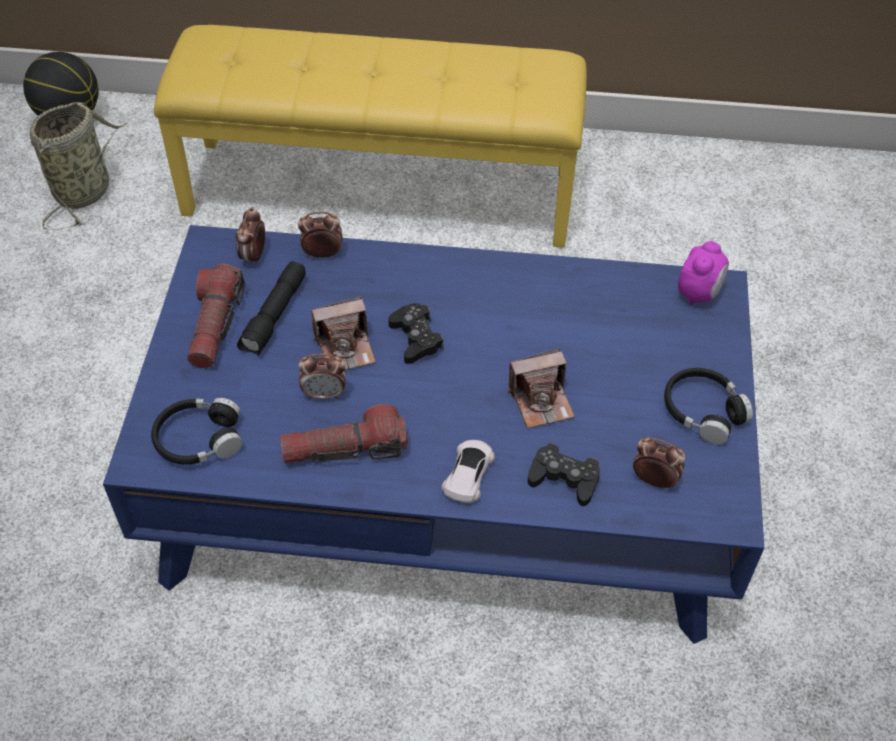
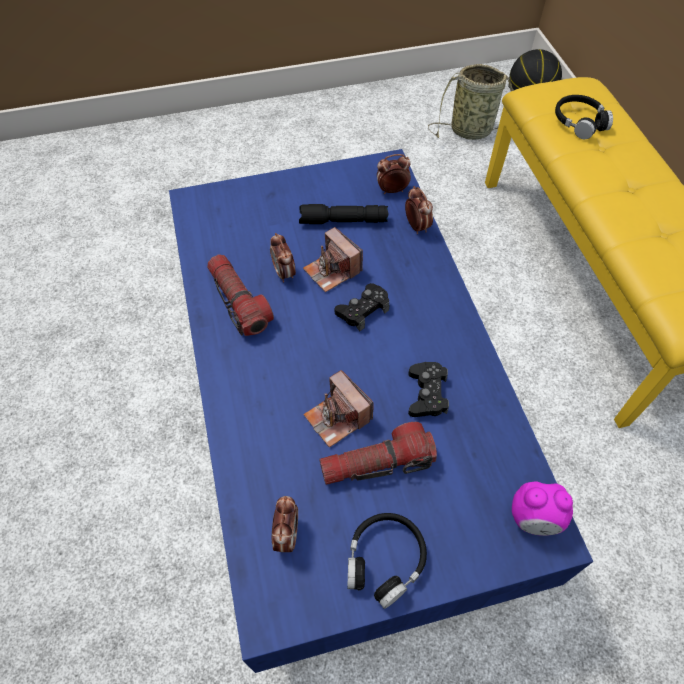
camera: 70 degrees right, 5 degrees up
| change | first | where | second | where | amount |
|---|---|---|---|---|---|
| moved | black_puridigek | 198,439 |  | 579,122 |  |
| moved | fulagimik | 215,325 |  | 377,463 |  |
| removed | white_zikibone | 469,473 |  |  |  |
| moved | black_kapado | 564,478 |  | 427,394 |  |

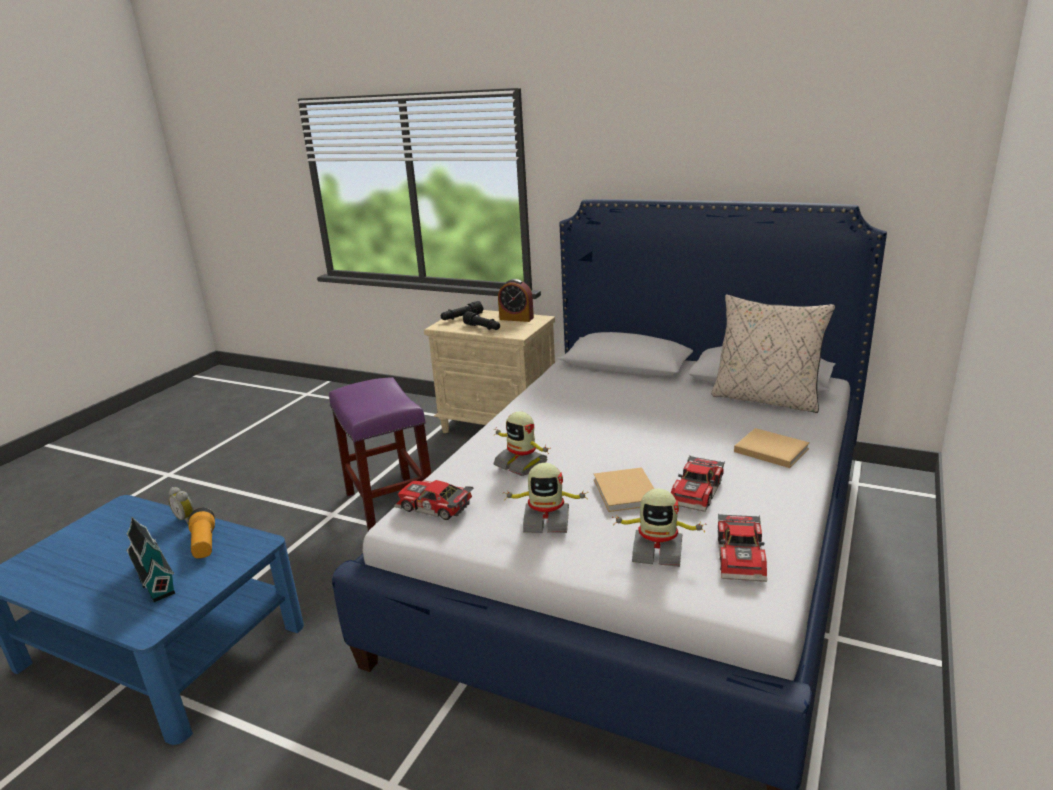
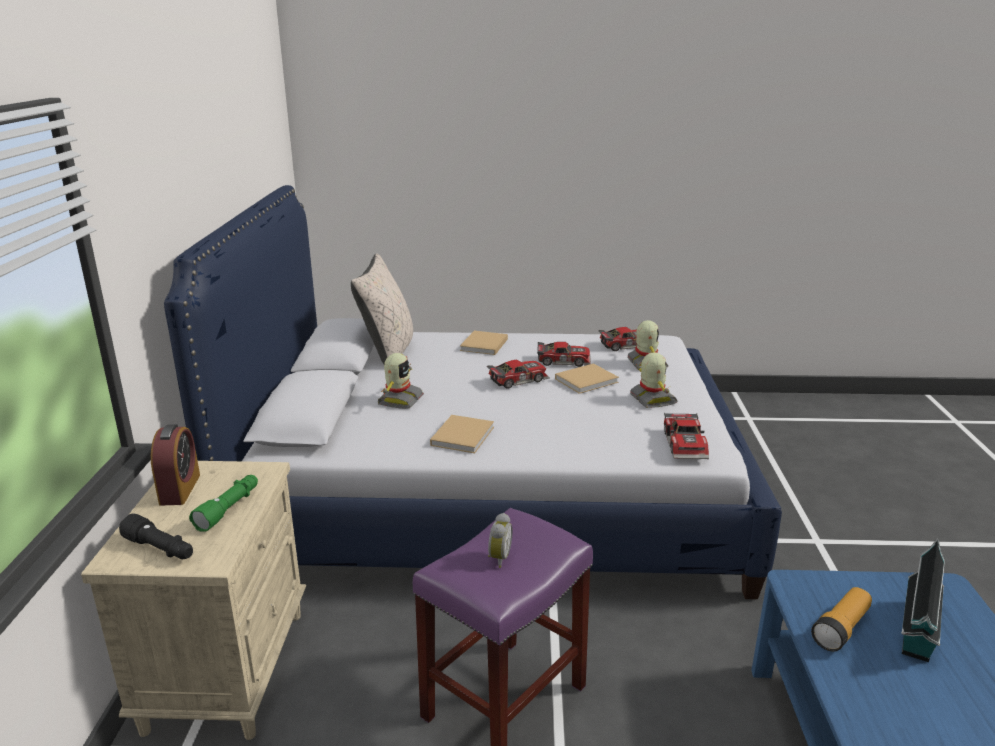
camera: 115 degrees left, 0 degrees up
| change | first | where | second | where | amount |
|---|---|---|---|---|---|
| moved | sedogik | 187,519 |  | 498,558 |  |
| recoloured | black_fulagimik | 483,328 | green_fulagimik | 229,509 |  |
| moved | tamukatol | 521,463 |  | 399,400 |  |
| added |  |  | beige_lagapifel | 463,435 |  |
| added |  |  | zikibone | 517,379 |  |

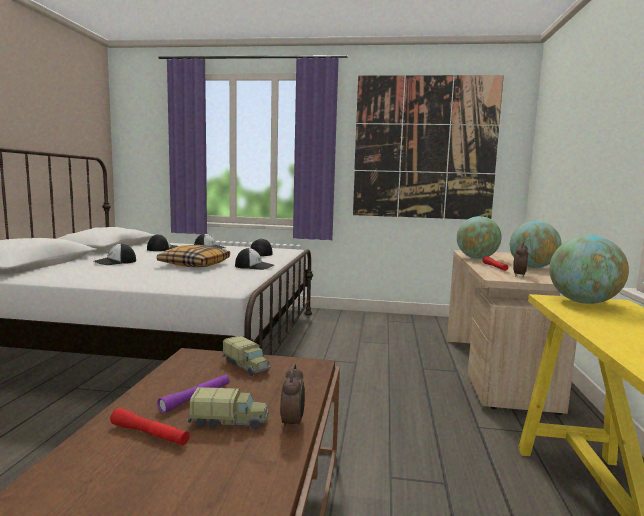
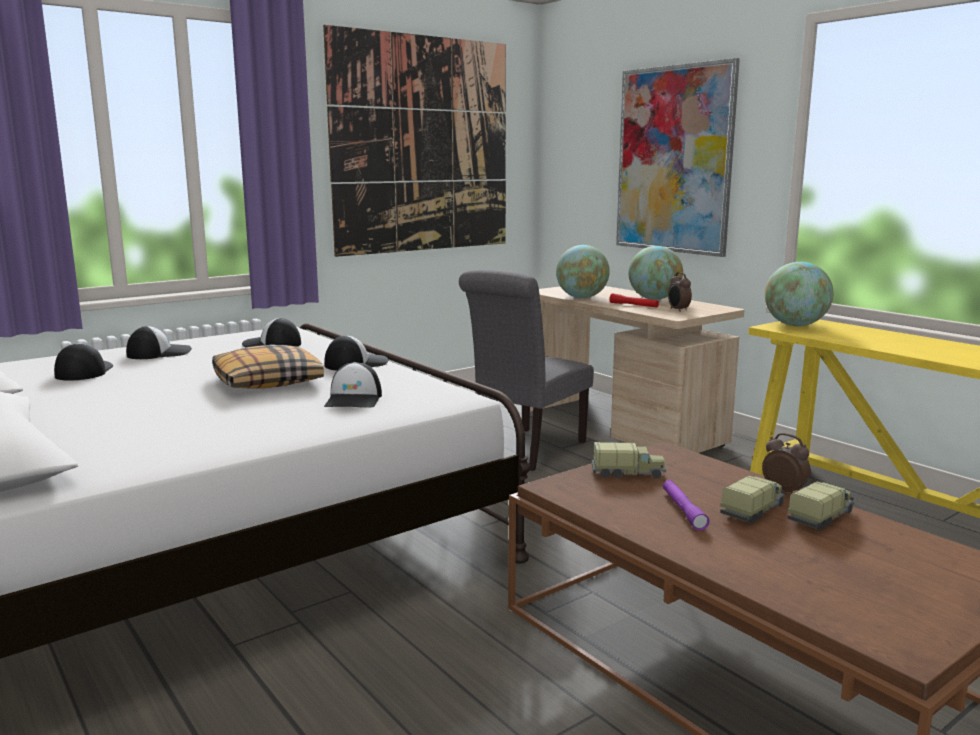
camera: 45 degrees left, 5 degrees up
| change | first | where | second | where | amount |
|---|---|---|---|---|---|
| moved | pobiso | 115,262 |  | 354,400 |  |
| removed | red_fulagimik | 149,434 |  |  |  |
| added |  |  | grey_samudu | 525,451 |  |
| added |  |  | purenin | 674,160 |  |
| added |  |  | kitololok | 822,517 |  |

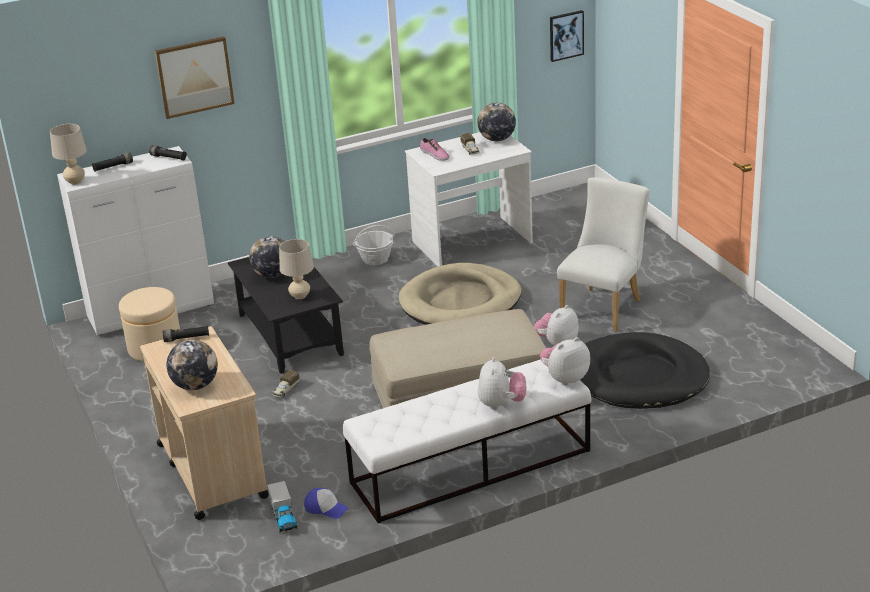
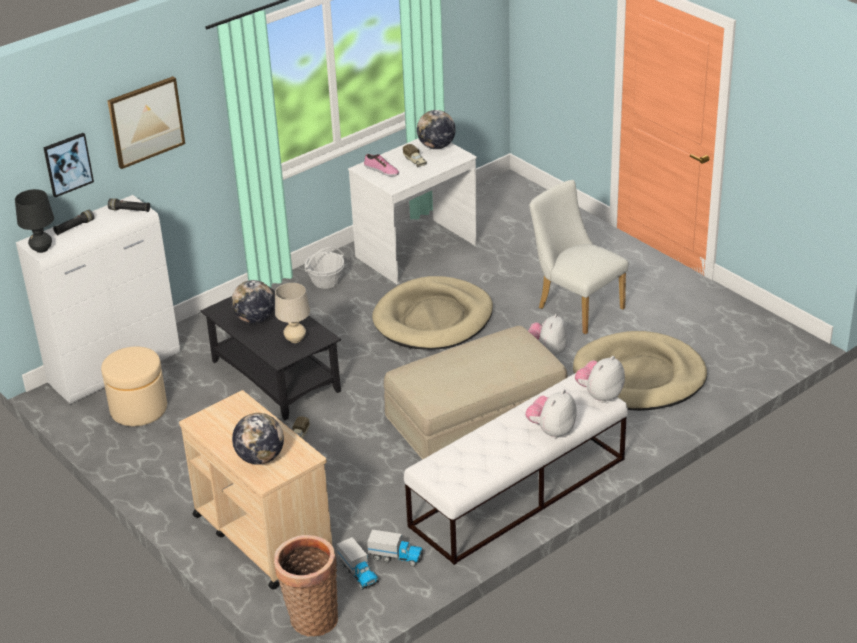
camera: 15 degrees left, 5 degrees up
| change | first | where | second | where | amount |
|---|---|---|---|---|---|
| recoloured | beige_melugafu | 75,182 | black_melugafu | 42,249 |  |
| removed | black_fulagimik | 186,338 |  |  |  |
| replaced | pobiso | 326,508 | kitololok | 396,557 |  |
| turned | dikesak | 501,404 |  | 551,430 | 135 degrees counterclockwise |
| moved | purenin | 566,35 |  | 68,164 |  |
| turned | white_samudu | 604,306 |  | 575,306 | 60 degrees counterclockwise |
| recoloured | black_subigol | 639,377 | beige_subigol | 639,377 |  |
| added |  |  | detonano | 311,618 |  |

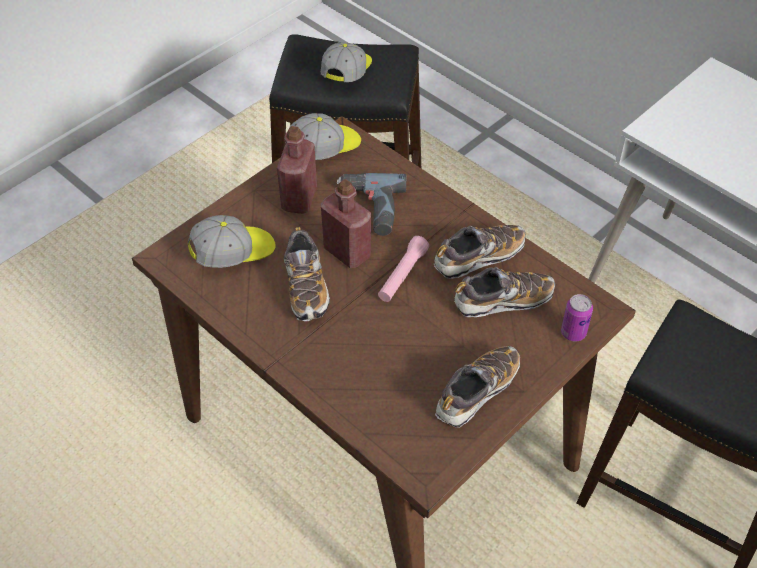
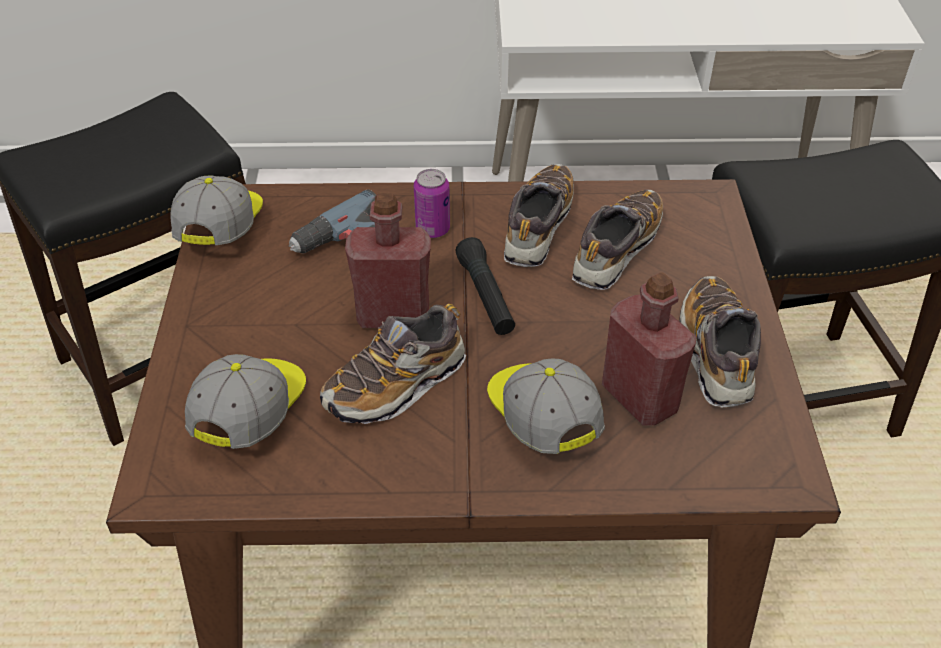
camera: 45 degrees left, 5 degrees down
| change | first | where | second | where | amount |
|---|---|---|---|---|---|
| moved | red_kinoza | 299,199 |  | 639,397 |  |
| turned | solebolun | 306,288 |  | 396,385 | 105 degrees clockwise |
| moved | pobiso | 347,73 |  | 541,418 |  |
| recoloured | pink_fulagimik | 402,275 | black_fulagimik | 486,296 |  |
| moved | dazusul | 573,332 |  | 432,229 |  |

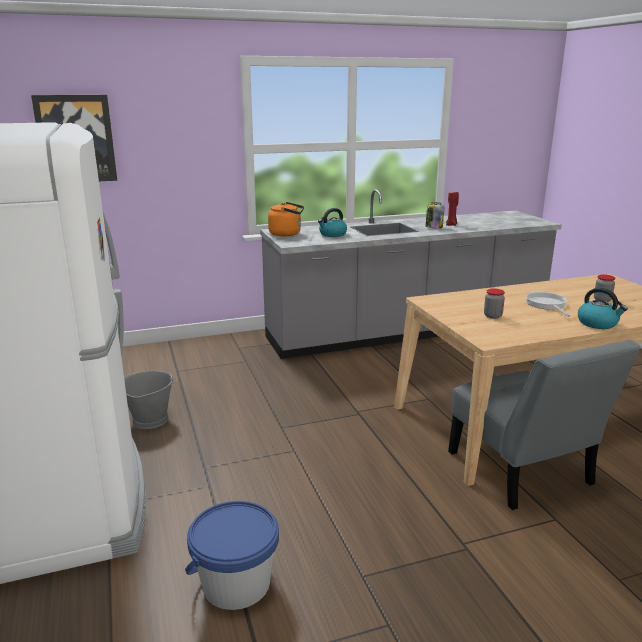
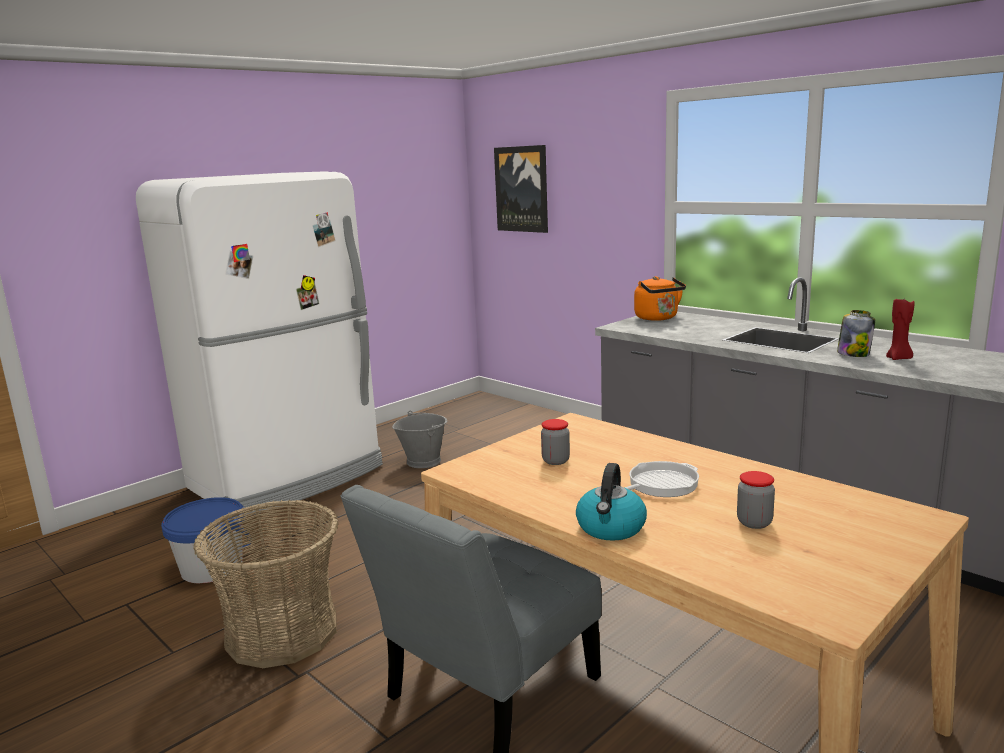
camera: 65 degrees right, 5 degrees down
| change | first | where | second | where | amount |
|---|---|---|---|---|---|
| removed | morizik | 332,234 |  |  |  |
| added |  |  | detonano | 282,632 |  |

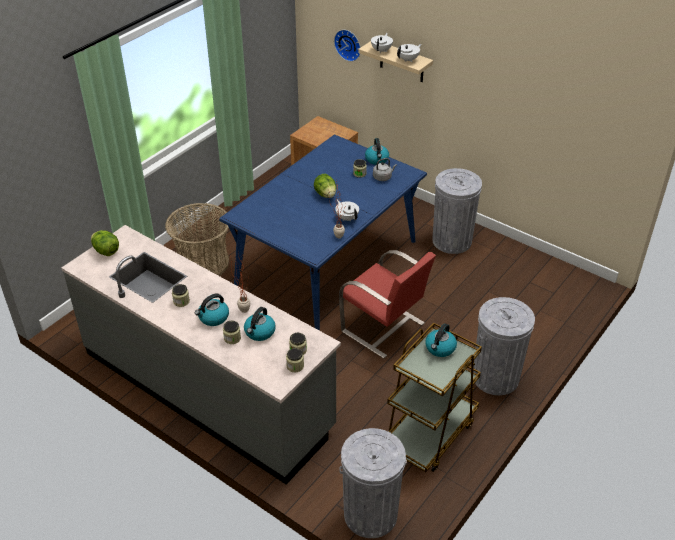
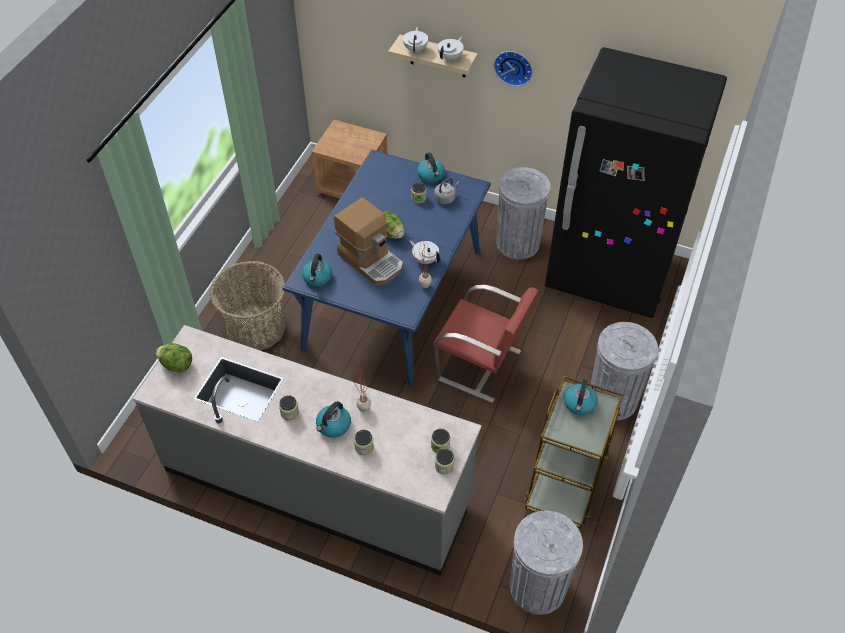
camera: 15 degrees left, 10 degrees up
| change | first | where | second | where | amount |
|---|---|---|---|---|---|
| moved | morizik | 259,332 |  | 317,278 |  |
| moved | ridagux | 348,44 |  | 514,66 |  |
| added |  |  | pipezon | 371,260 |  |
| added |  |  | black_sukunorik | 609,274 |  |

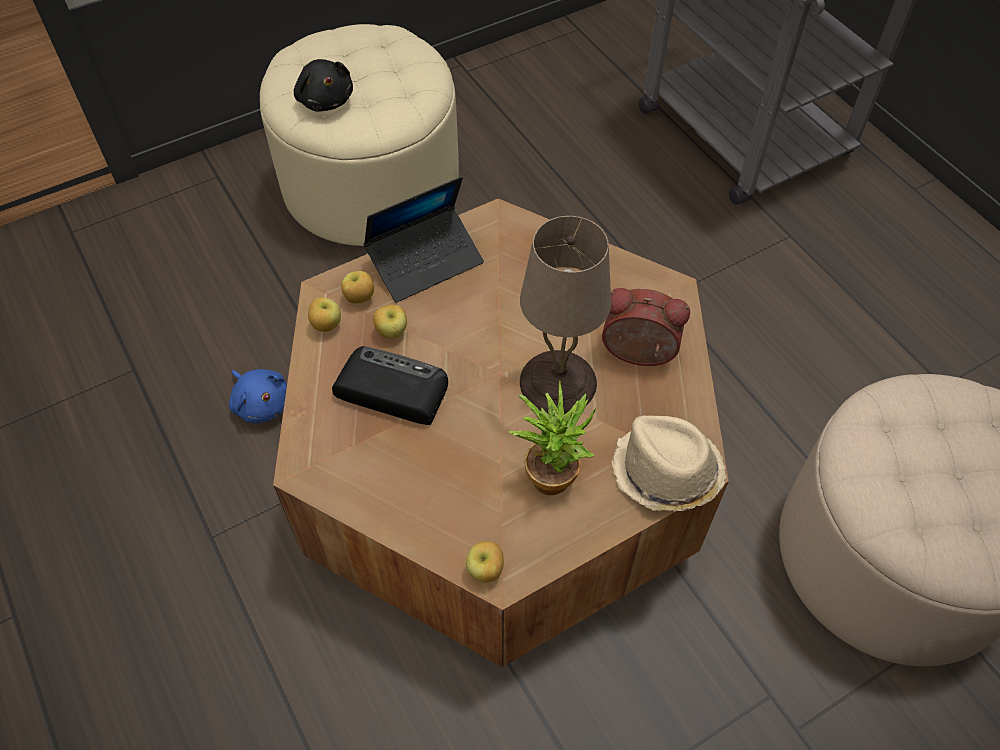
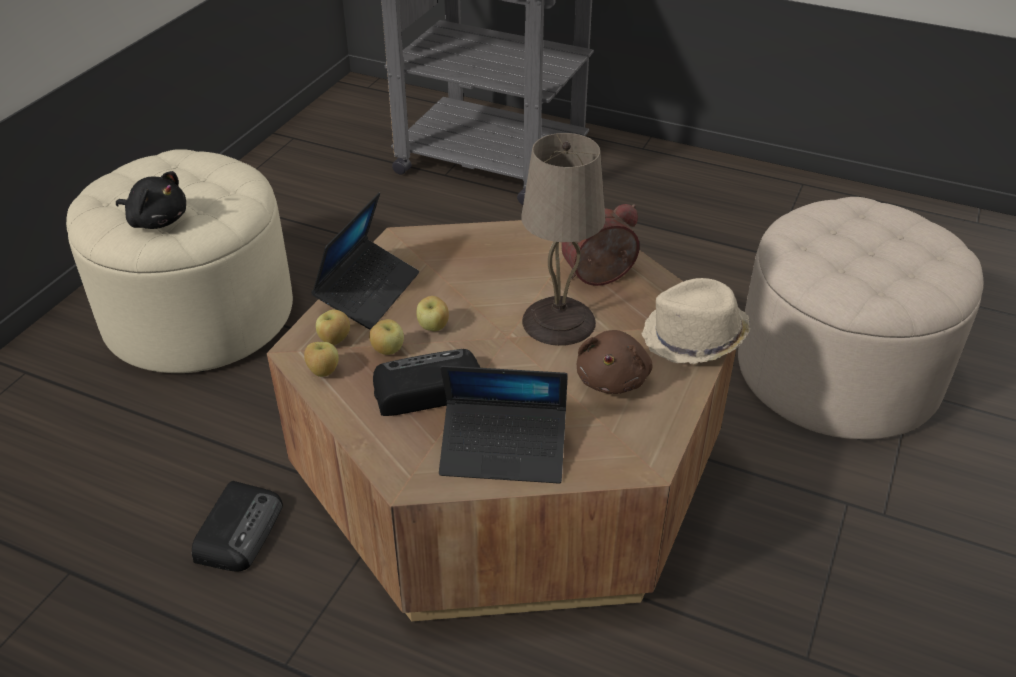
camera: 35 degrees left, 15 degrees down
| change | first | where | second | where | amount |
|---|---|---|---|---|---|
| replaced | blue_dikesak | 261,403 | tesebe | 239,530 |  |
| moved | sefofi | 486,571 |  | 433,327 |  |
| replaced | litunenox | 551,471 | brown_dikesak | 613,378 |  |
| added |  |  | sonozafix | 503,451 |  |

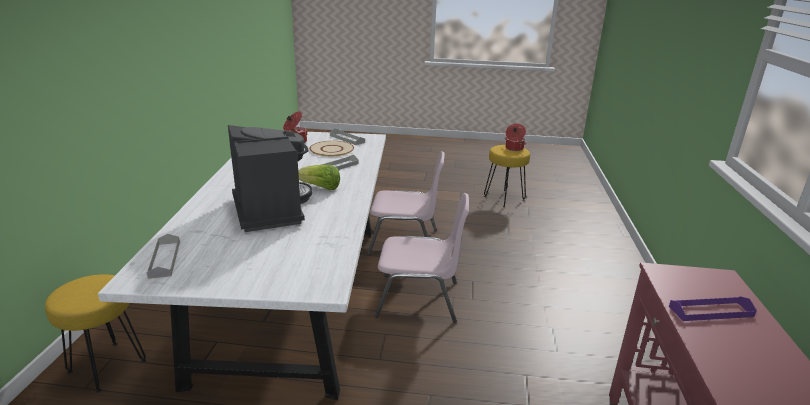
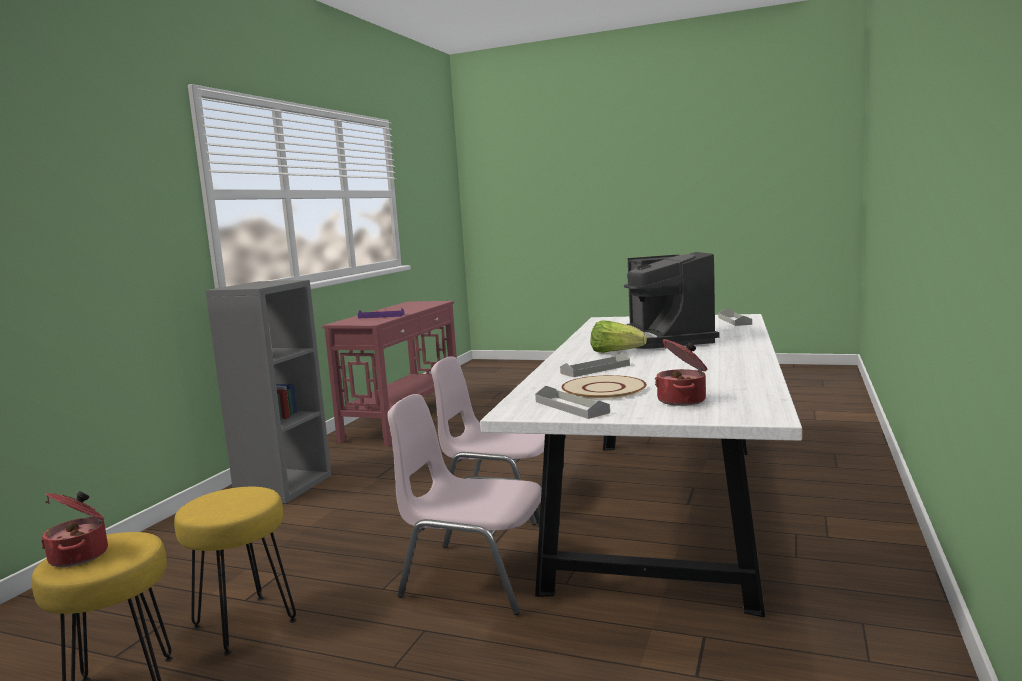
camera: 165 degrees left, 15 degrees down
| change | first | where | second | where | amount |
|---|---|---|---|---|---|
| moved | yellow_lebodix | 108,366 |  | 243,624 |  |
| added |  |  | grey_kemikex | 283,486 |  |

